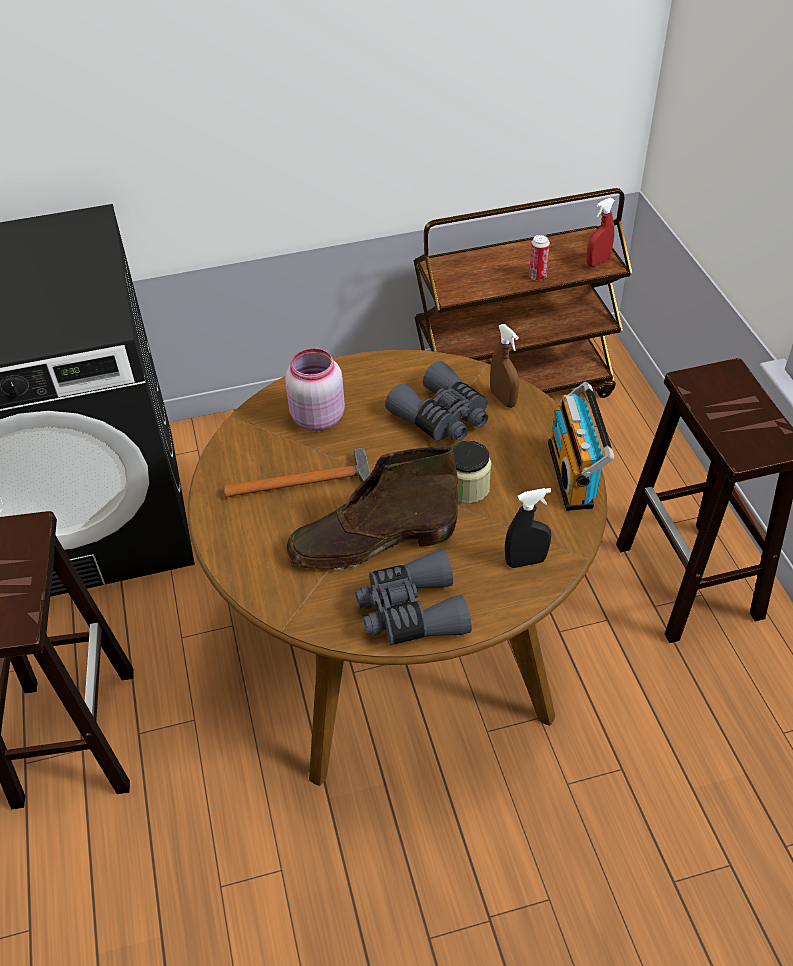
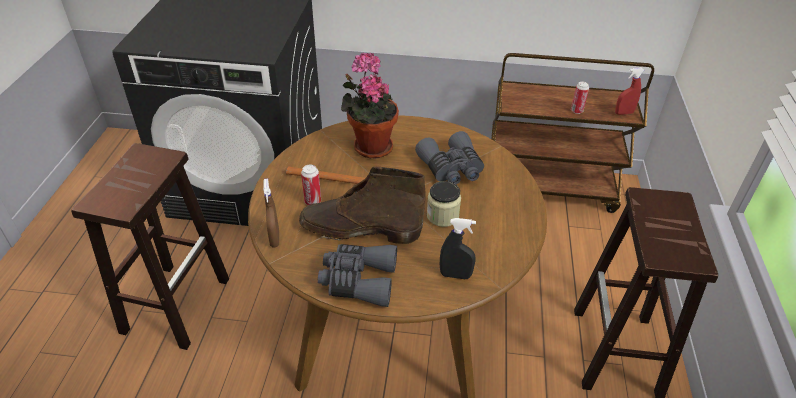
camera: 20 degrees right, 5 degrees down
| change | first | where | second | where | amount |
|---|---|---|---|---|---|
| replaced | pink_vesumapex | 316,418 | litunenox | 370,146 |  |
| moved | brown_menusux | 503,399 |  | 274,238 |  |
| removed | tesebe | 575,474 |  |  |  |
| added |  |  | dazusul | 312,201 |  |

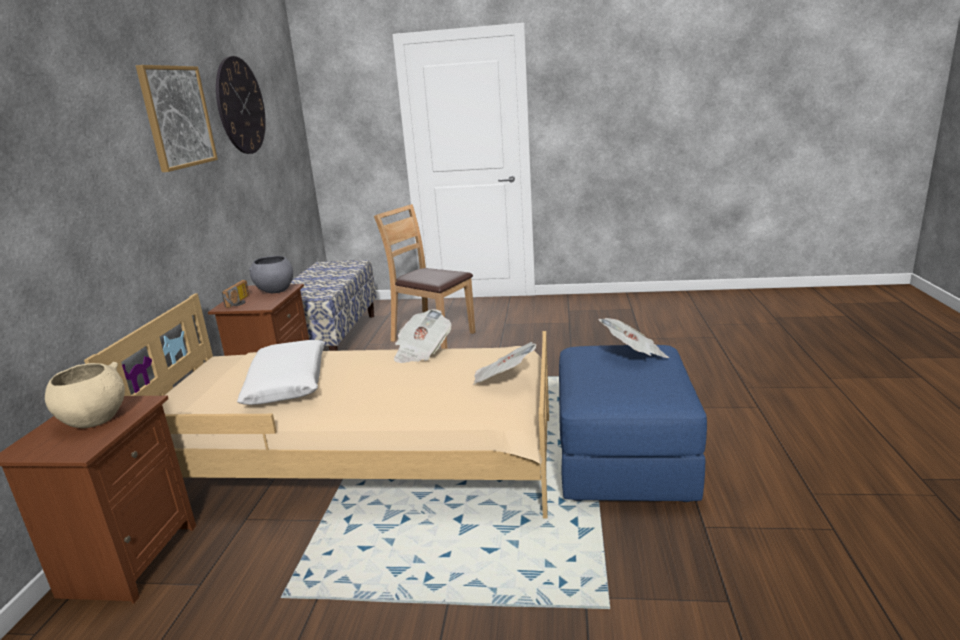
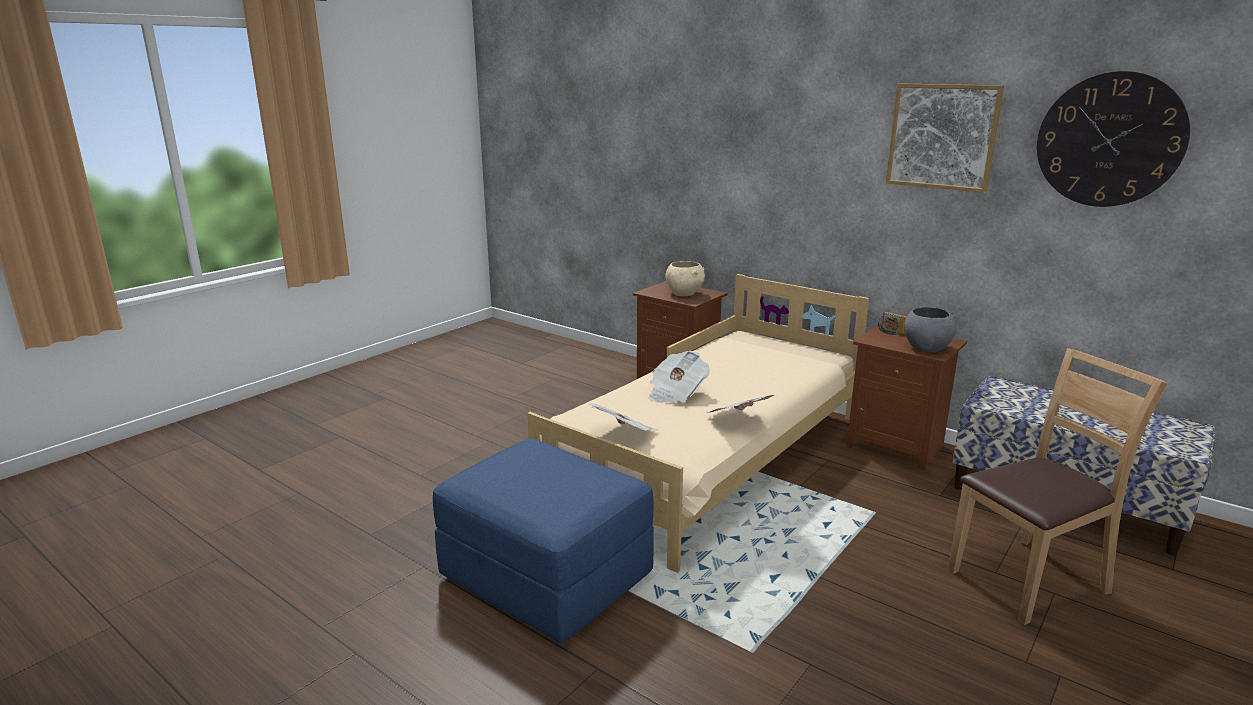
camera: 120 degrees right, 0 degrees up
| change | first | where | second | where | amount |
|---|---|---|---|---|---|
| removed | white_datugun | 288,383 |  |  |  |
| moved | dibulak | 633,354 |  | 675,393 |  |

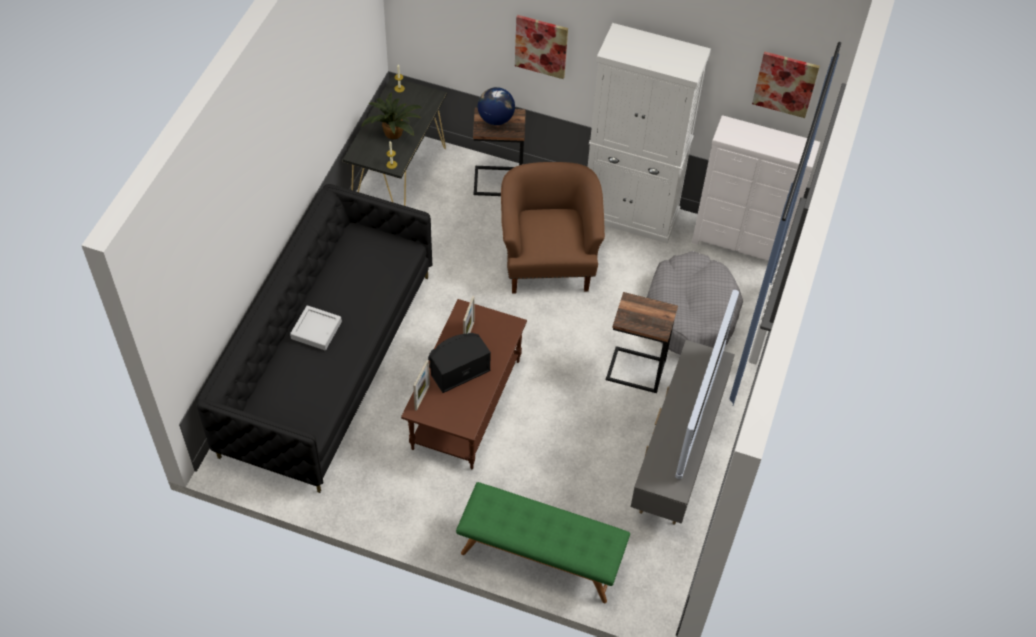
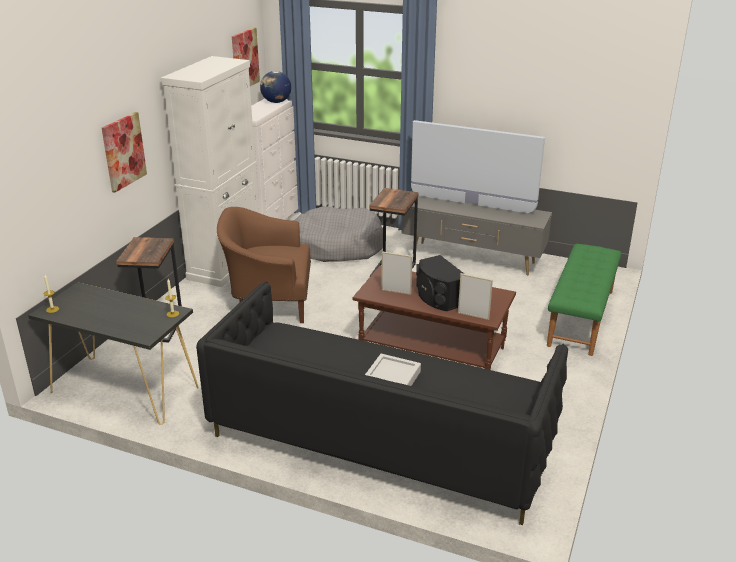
camera: 85 degrees left, 25 degrees down
| change | first | where | second | where | amount |
|---|---|---|---|---|---|
| removed | litunenox | 394,132 |  |  |  |
| moved | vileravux | 495,119 |  | 276,102 |  |

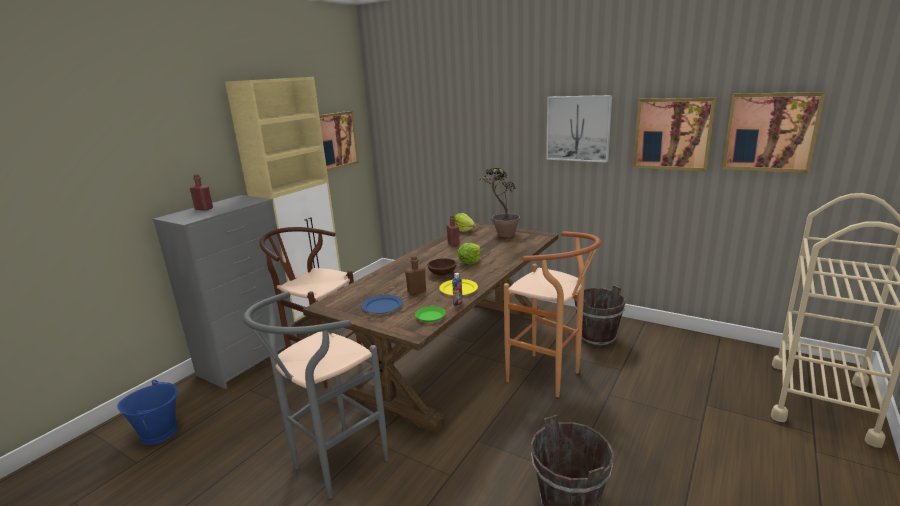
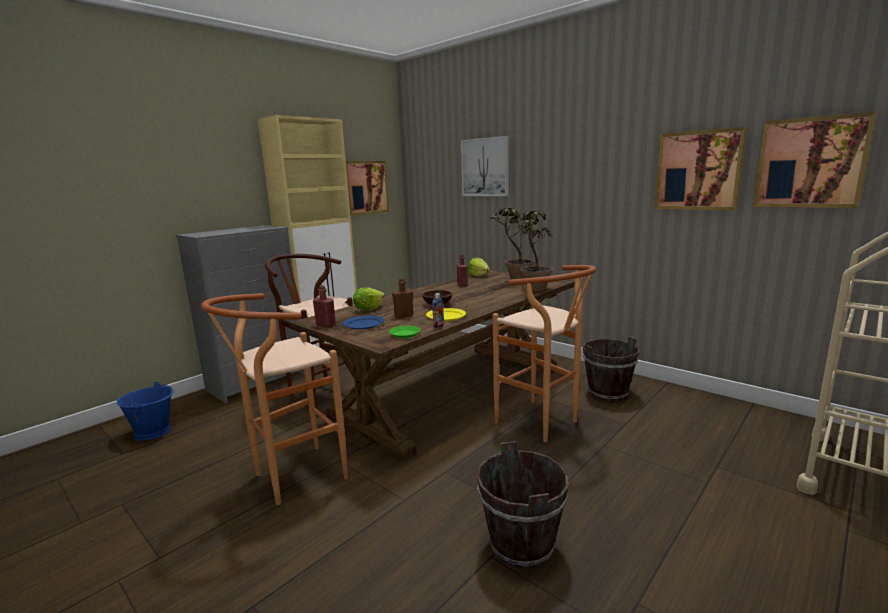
camera: 10 degrees right, 5 degrees down
| change | first | where | second | where | amount |
|---|---|---|---|---|---|
| moved | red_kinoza | 204,209 |  | 325,324 |  |
| recoloured | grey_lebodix | 332,467 | brown_lebodix | 291,478 |  |
| moved | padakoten | 470,262 |  | 368,309 |  |
| moved | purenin | 578,128 |  | 485,167 |  |
| added |  |  | litunenox | 534,290 |  |

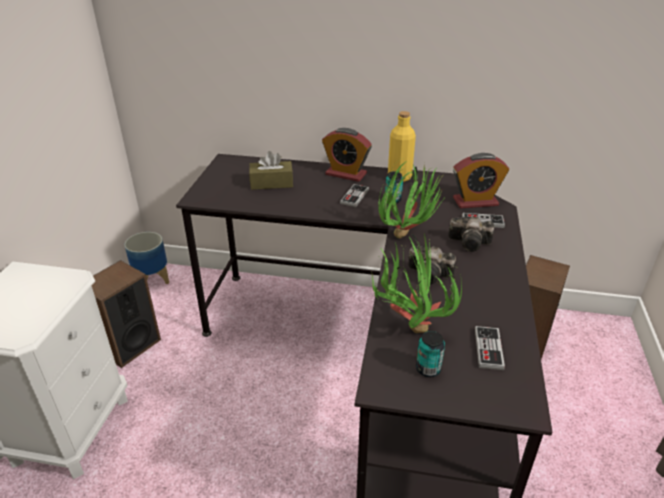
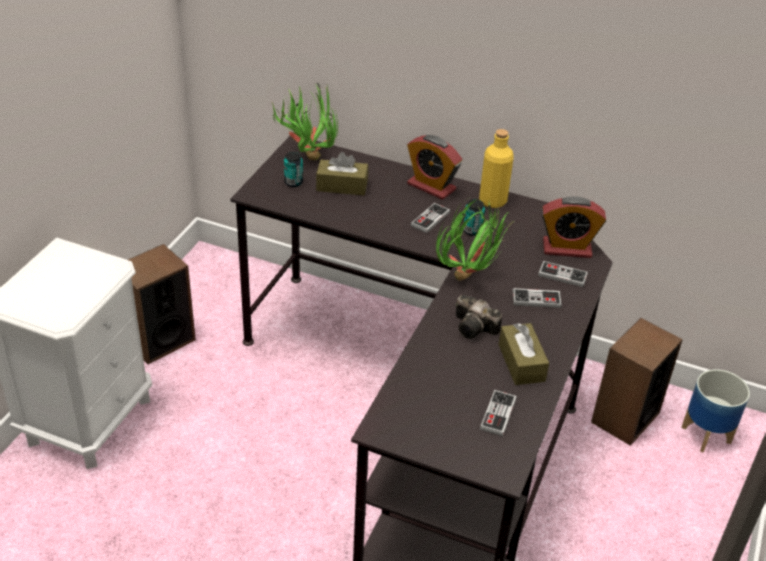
camera: 10 degrees right, 5 degrees up
| change | first | where | second | where | amount |
|---|---|---|---|---|---|
| moved | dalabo | 152,280 |  | 705,434 |  |
| moved | litunenox | 408,327 |  | 307,156 |  |
| moved | dazusul | 428,369 |  | 293,182 |  |
| replaced | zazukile | 471,243 | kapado | 536,299 |  |
| added |  |  | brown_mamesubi | 521,363 |  |

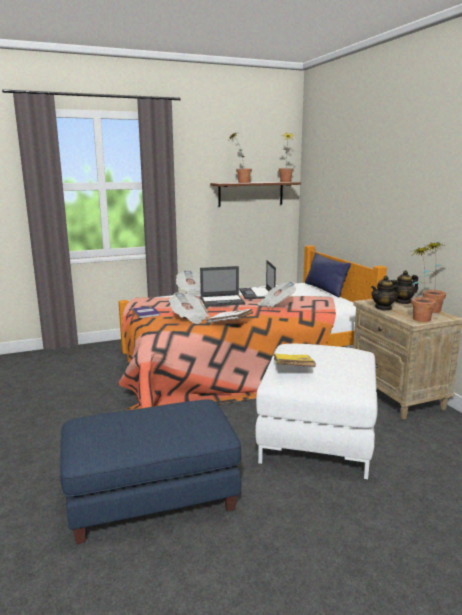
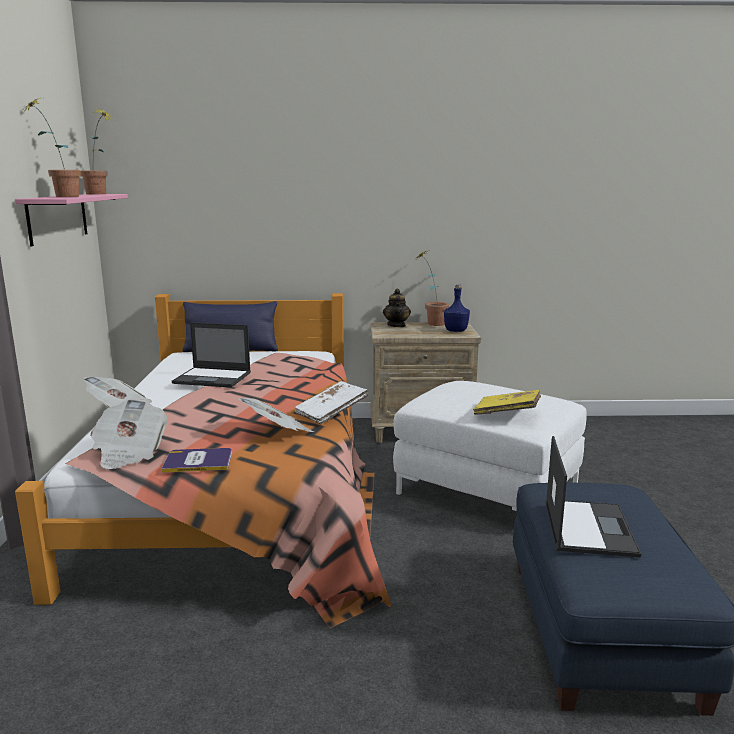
camera: 70 degrees left, 0 degrees up
| change | first | where | second | where | amount |
|---|---|---|---|---|---|
| moved | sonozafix | 222,301 |  | 588,527 |  |
| recoloured | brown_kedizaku | 251,193 | pink_kedizaku | 58,218 |  |
| moved | dibulak | 276,304 |  | 129,453 |  |
| removed | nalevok | 383,308 |  |  |  |
| replaced | litunenox | 419,317 | blue_kinoza | 456,331 |  |

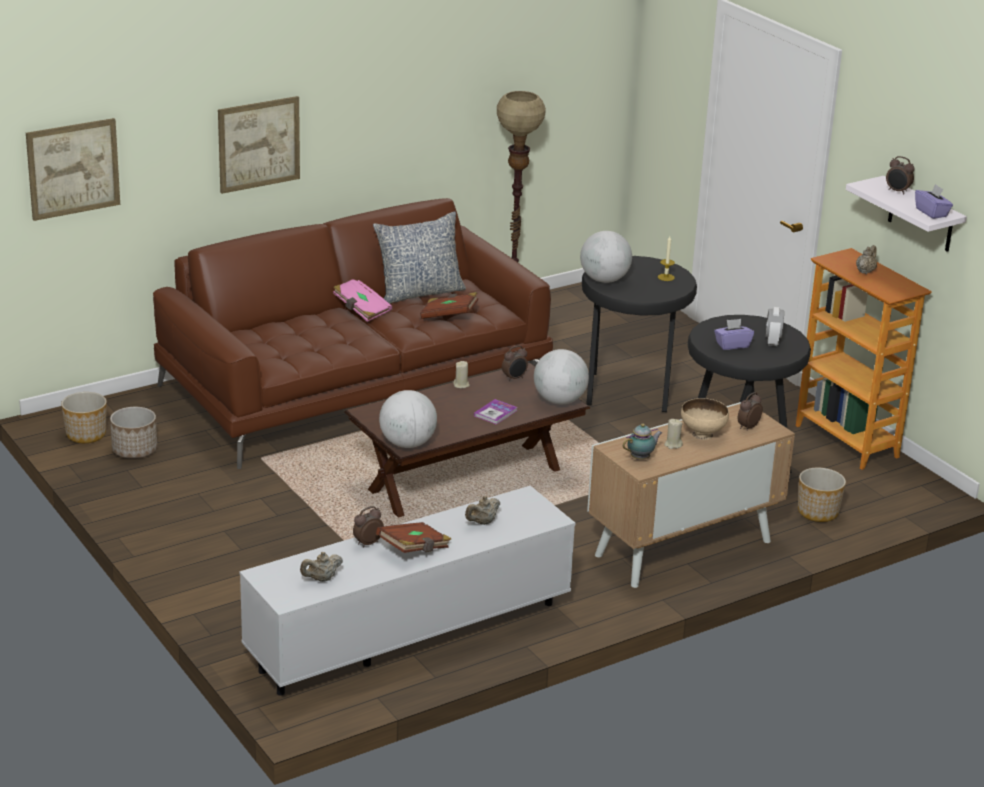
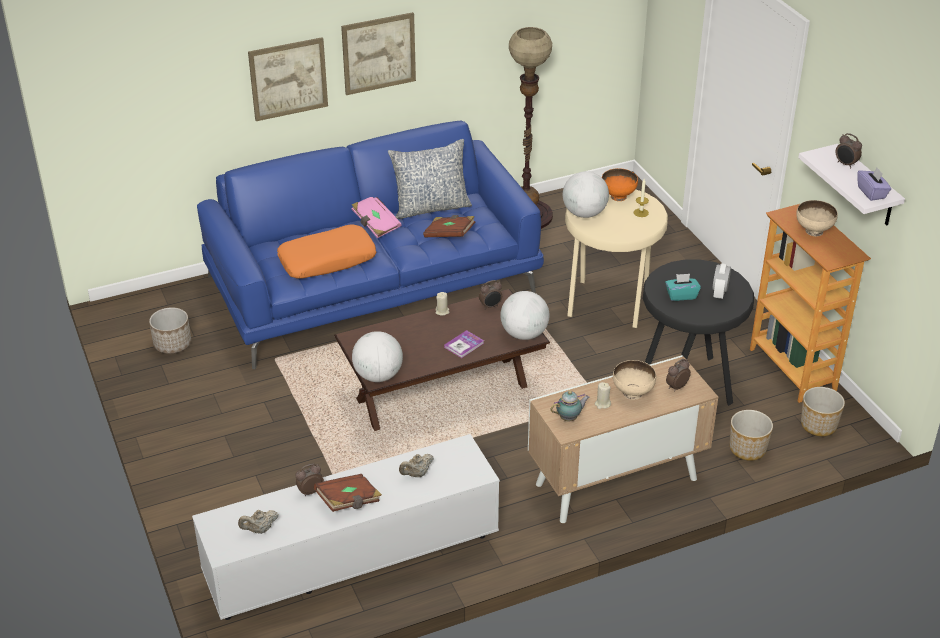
camera: 10 degrees right, 10 degrees up
| change | first | where | second | where | amount |
|---|---|---|---|---|---|
| moved | purenin | 73,168 |  | 379,53 |  |
| moved | dalabo | 86,434 |  | 818,425 |  |
| recoloured | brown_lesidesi | 356,385 | blue_lesidesi | 374,284 |  |
| recoloured | black_lebodix | 630,394 | beige_lebodix | 609,305 |  |
| recoloured | purple_mamesubi | 732,345 | turquoise_mamesubi | 681,295 |  |
| replaced | beige_nalevok | 865,271 | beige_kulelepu | 813,231 |  |
| added |  |  | orange_datugun | 327,260 |  |
| added |  |  | orange_kulelepu | 618,196 |  |

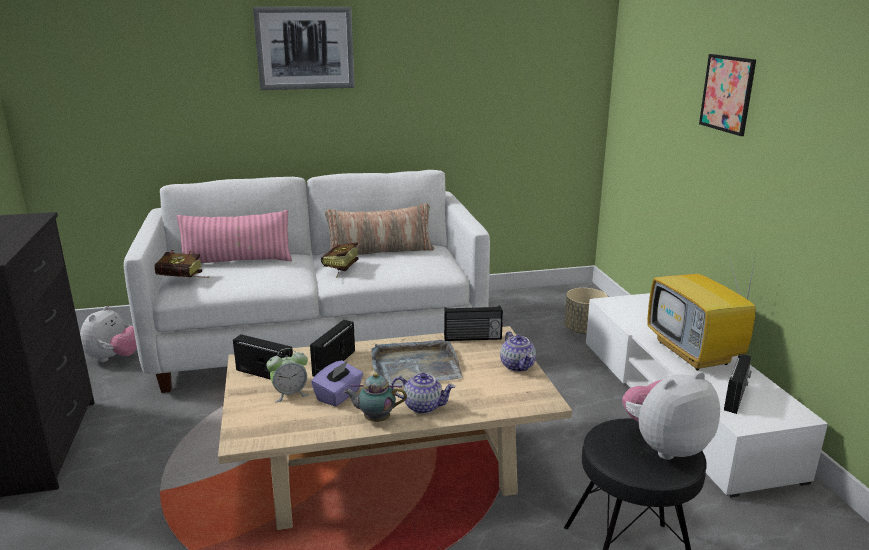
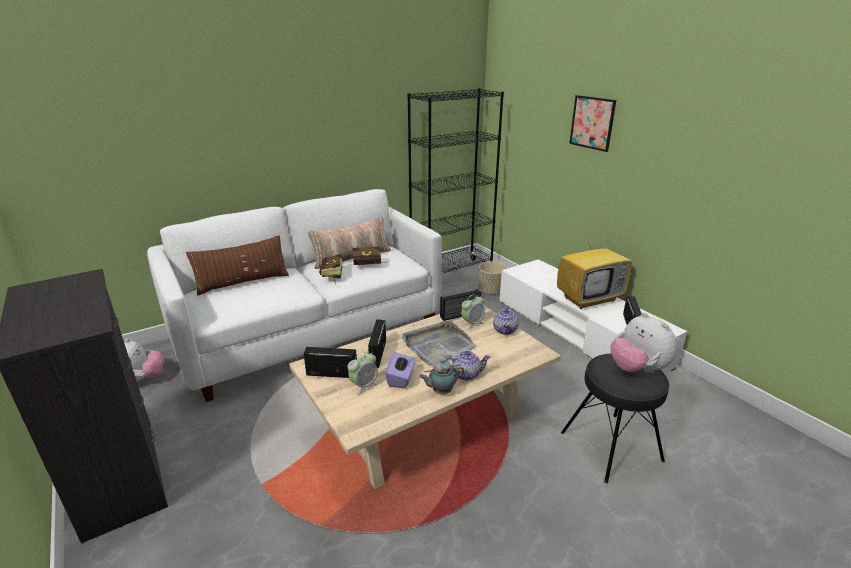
camera: 20 degrees left, 5 degrees up
| change | first | where | second | where | amount |
|---|---|---|---|---|---|
| moved | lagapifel | 184,278 |  | 370,265 |  |
| recoloured | pink_datugun | 237,261 | brown_datugun | 243,282 |  |
| removed | purenin | 305,48 |  |  |  |
| turned | nalevok | 518,366 |  | 505,330 | 45 degrees clockwise |
| turned | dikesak | 665,446 |  | 637,369 | 75 degrees counterclockwise |
| turned | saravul | 695,354 |  | 589,299 | 75 degrees counterclockwise |
| added |  |  | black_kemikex | 451,273 |  |
| added |  |  | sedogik | 472,323 |  |

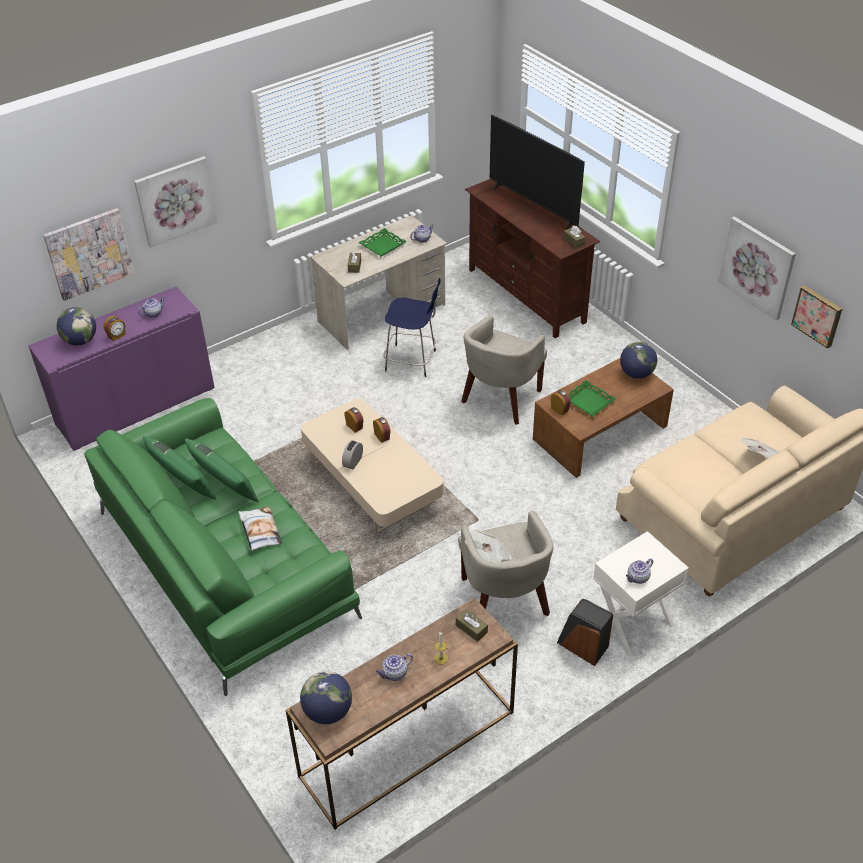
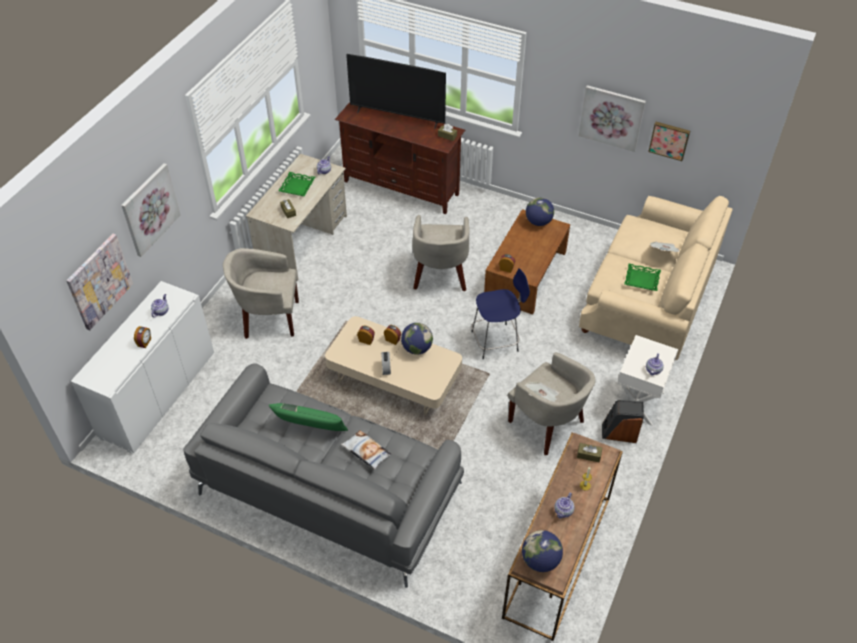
camera: 30 degrees left, 5 degrees up
| change | first | where | second | where | amount |
|---|---|---|---|---|---|
| recoloured | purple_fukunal | 136,406 | white_fukunal | 158,394 |  |
| moved | vileravux | 80,341 |  | 417,348 |  |
| recoloured | green_lesidesi | 224,562 | grey_lesidesi | 328,488 |  |
| removed | green_datugun | 182,482 |  |  |  |
| moved | blue_lebodix | 412,361 |  | 496,341 |  |
| moved | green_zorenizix | 588,402 |  | 641,280 |  |
| added |  |  | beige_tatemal | 268,318 |  |

